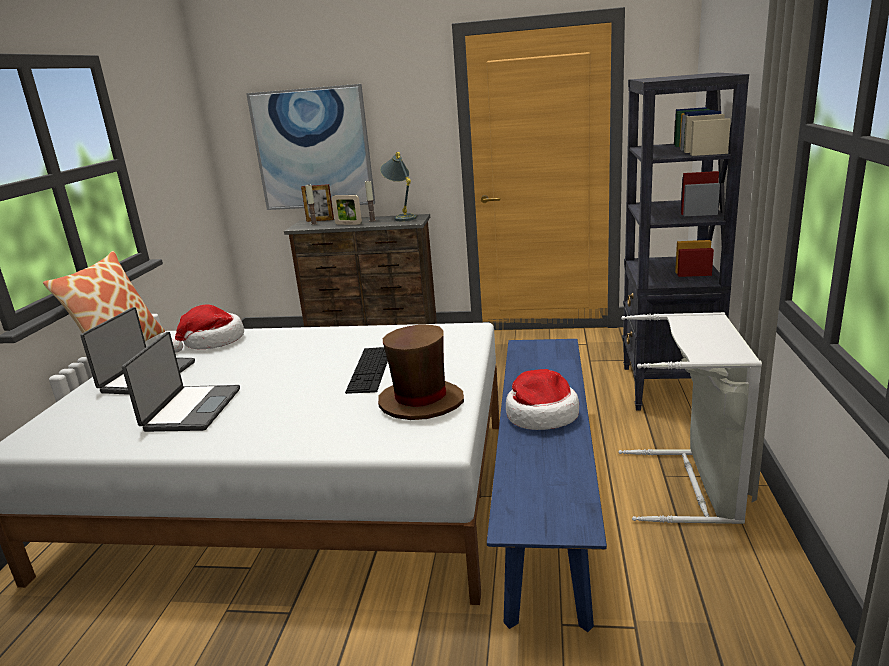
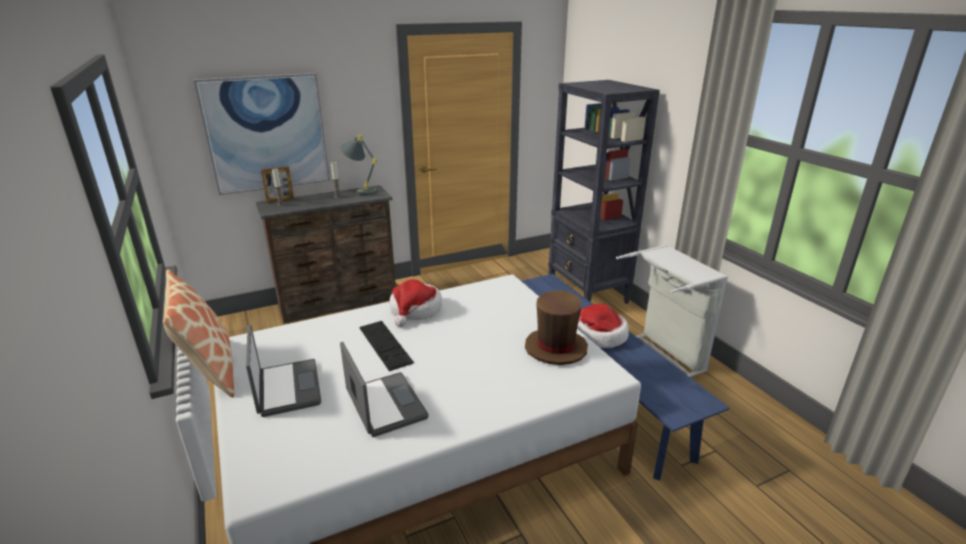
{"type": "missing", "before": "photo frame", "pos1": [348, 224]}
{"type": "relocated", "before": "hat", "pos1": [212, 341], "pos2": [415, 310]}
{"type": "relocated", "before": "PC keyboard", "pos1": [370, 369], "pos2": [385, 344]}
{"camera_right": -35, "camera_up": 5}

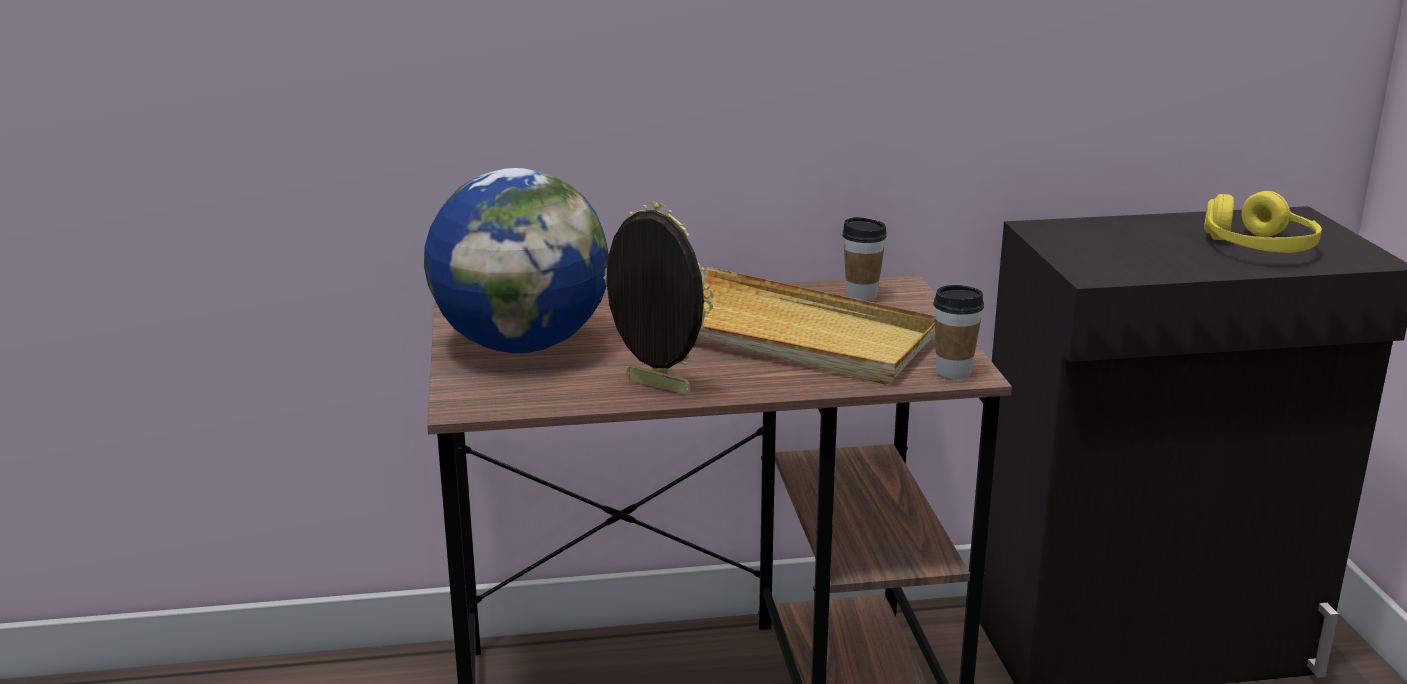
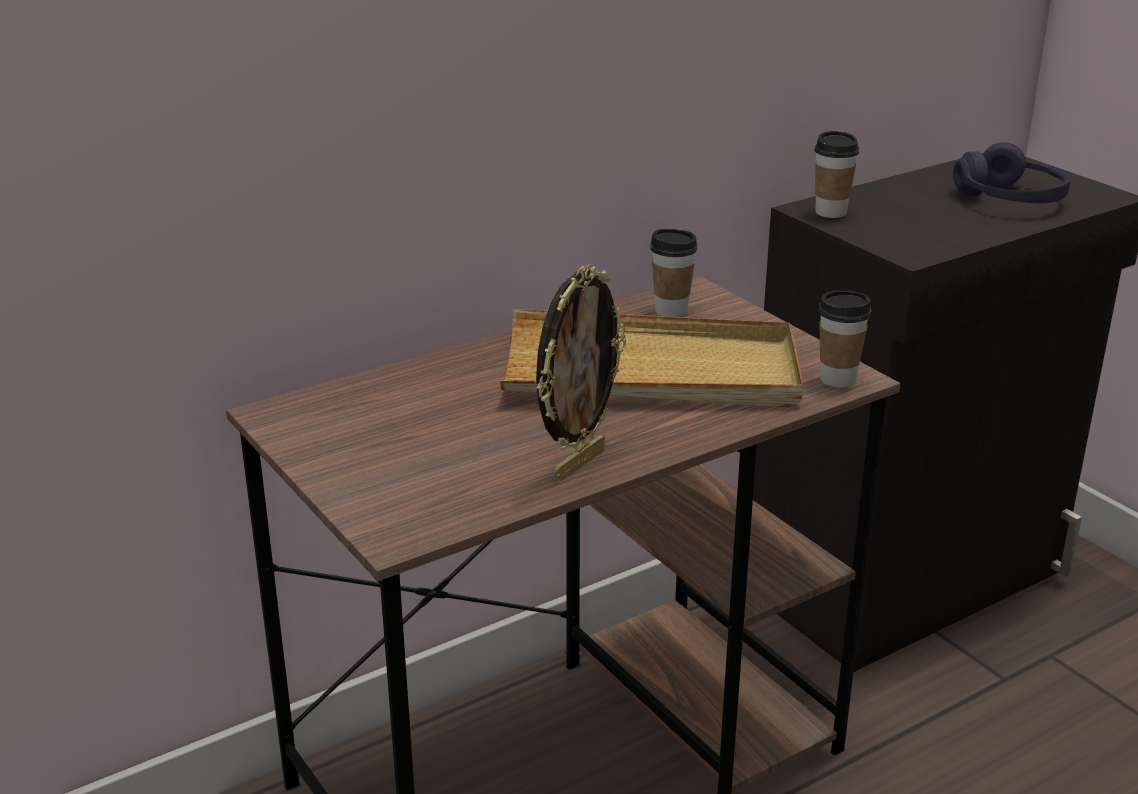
{"type": "missing", "before": "world globe", "pos1": [522, 345]}
{"type": "appeared", "after": "cup", "pos2": [831, 212]}
{"type": "colour", "before": "yellow pair of headphones", "after": "purplish pair of headphones", "pos1": [1258, 248], "pos2": [1010, 199]}
{"type": "spun", "before": "photo frame", "pos1": [656, 387], "pos2": [578, 463], "turn": 120}
{"camera_right": -25, "camera_up": 5}

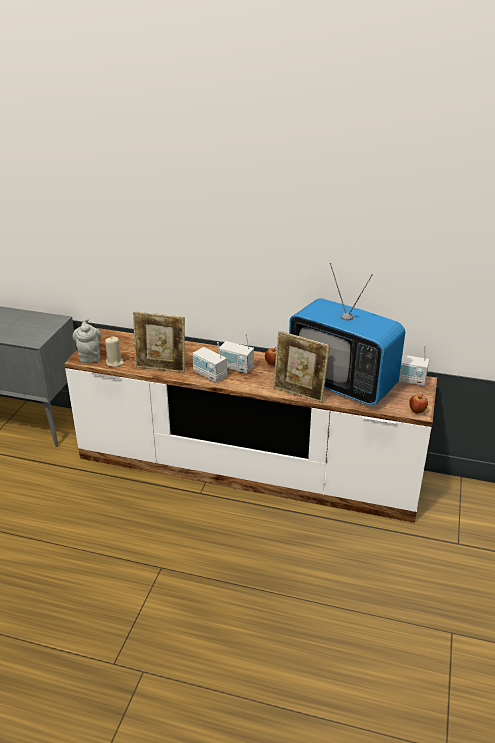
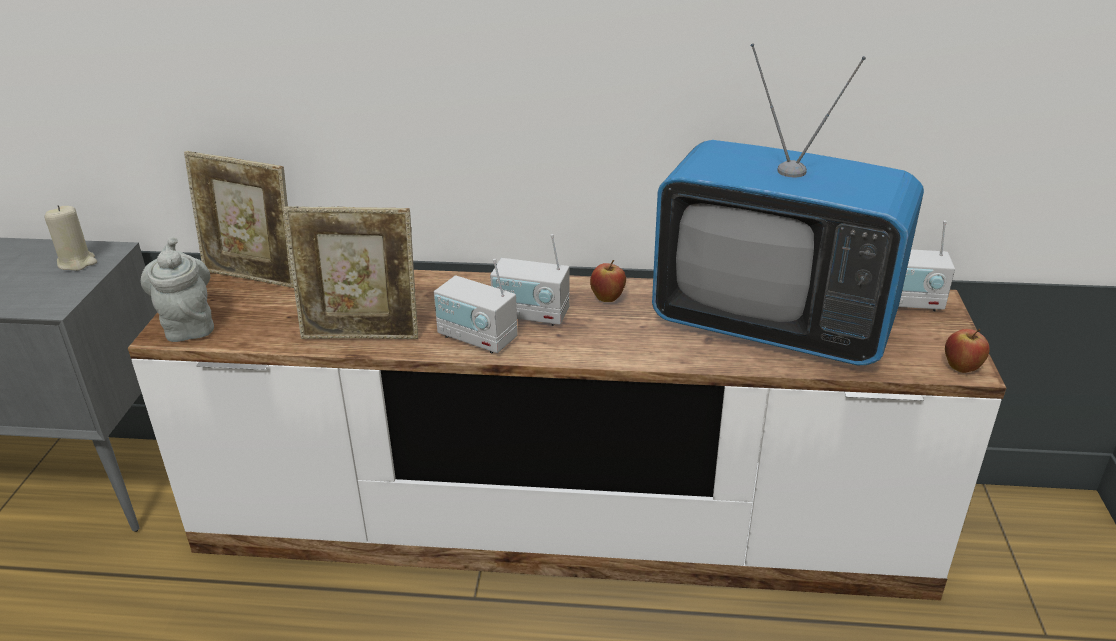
{"type": "relocated", "before": "beige candle", "pos1": [115, 362], "pos2": [77, 262]}
{"type": "relocated", "before": "photo frame", "pos1": [299, 394], "pos2": [253, 277]}
{"camera_right": -10, "camera_up": 0}

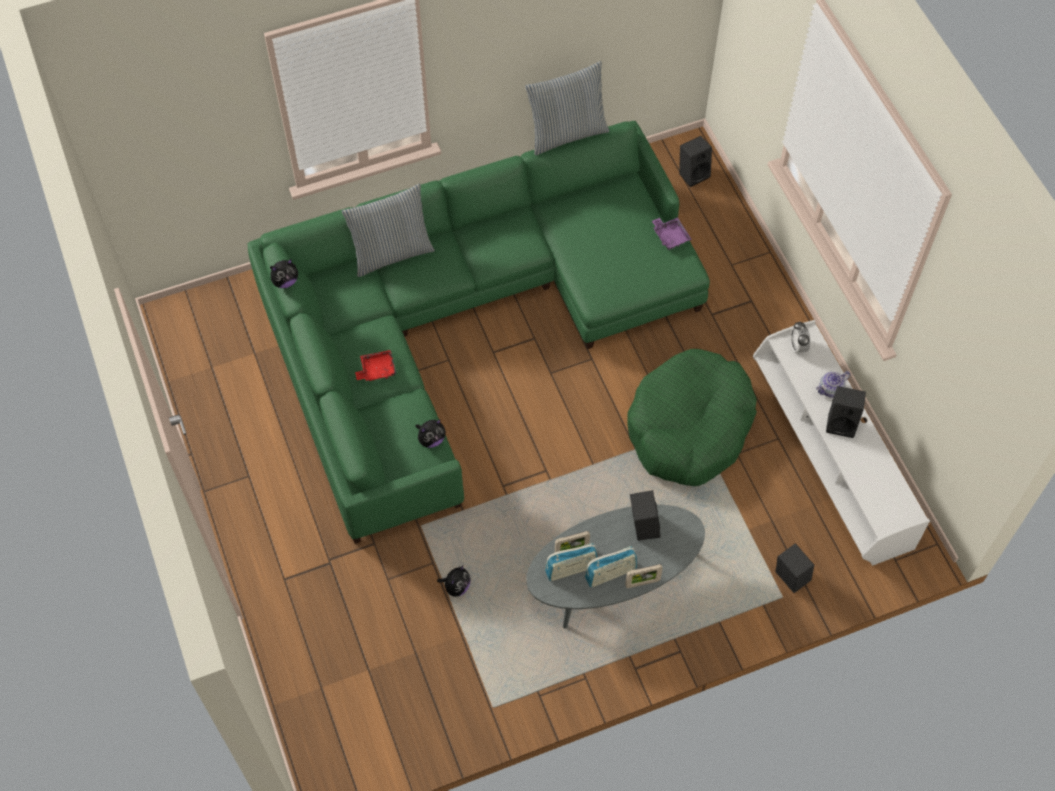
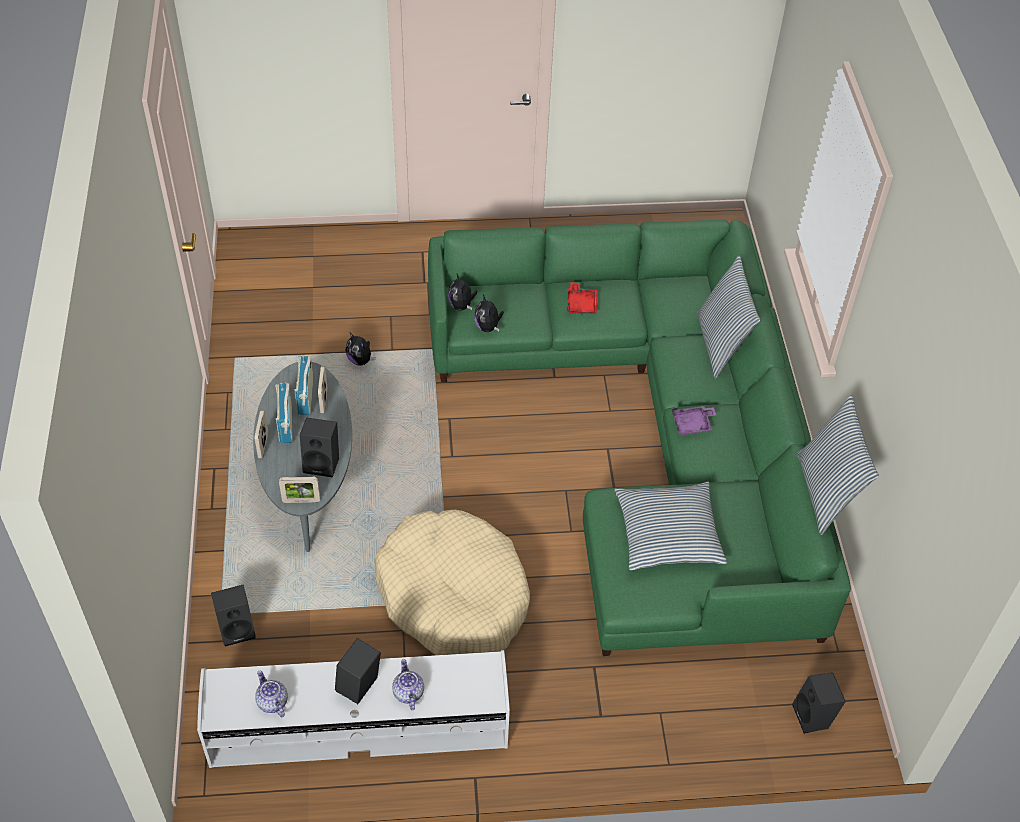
{"type": "missing", "before": "table clock", "pos1": [798, 346]}
{"type": "appeared", "after": "pot for tea", "pos2": [272, 702]}
{"type": "appeared", "after": "photo frame", "pos2": [301, 501]}
{"type": "appeared", "after": "throw pillow", "pos2": [668, 534]}
{"type": "relocated", "before": "plush toy", "pos1": [285, 281], "pos2": [461, 305]}
{"type": "relocated", "before": "purplish carrying tray", "pos1": [670, 236], "pos2": [692, 425]}
{"type": "colour", "before": "green dog bed", "after": "beige dog bed", "pos1": [689, 427], "pos2": [453, 595]}
{"camera_right": 105, "camera_up": -10}

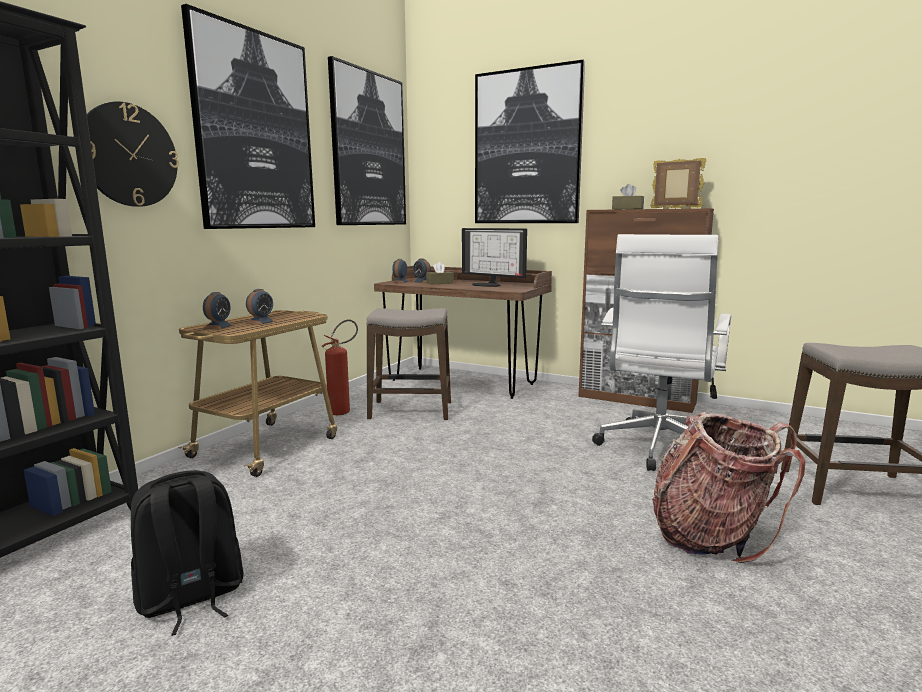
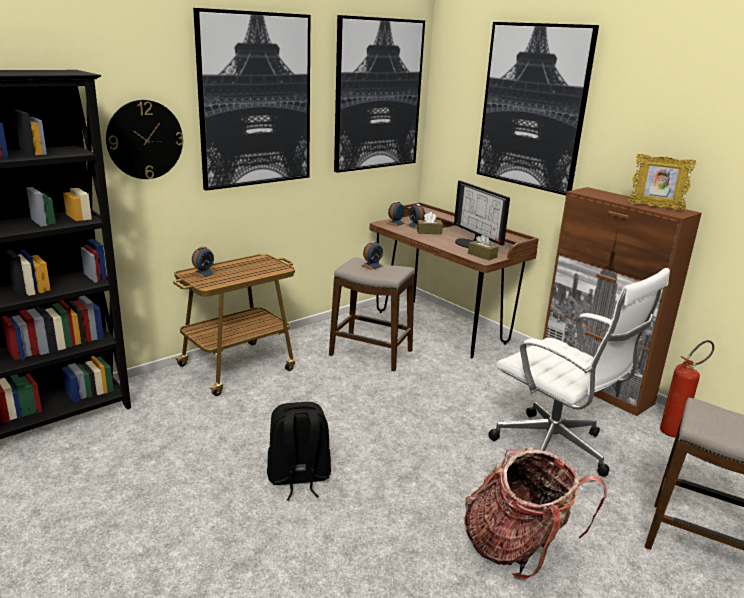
{"type": "relocated", "before": "black knapsack", "pos1": [191, 598], "pos2": [298, 478]}
{"type": "relocated", "before": "table clock", "pos1": [261, 322], "pos2": [372, 266]}
{"type": "relocated", "before": "extinguisher", "pos1": [344, 411], "pos2": [676, 430]}
{"type": "relocated", "before": "brown-coloured tissue box", "pos1": [627, 209], "pos2": [482, 255]}
{"type": "spun", "before": "white-coloured office chair", "pos1": [657, 449], "pos2": [556, 450], "turn": -90}
{"type": "spun", "before": "photo frame", "pos1": [675, 208], "pos2": [655, 207], "turn": 150}
{"camera_right": 20, "camera_up": 10}

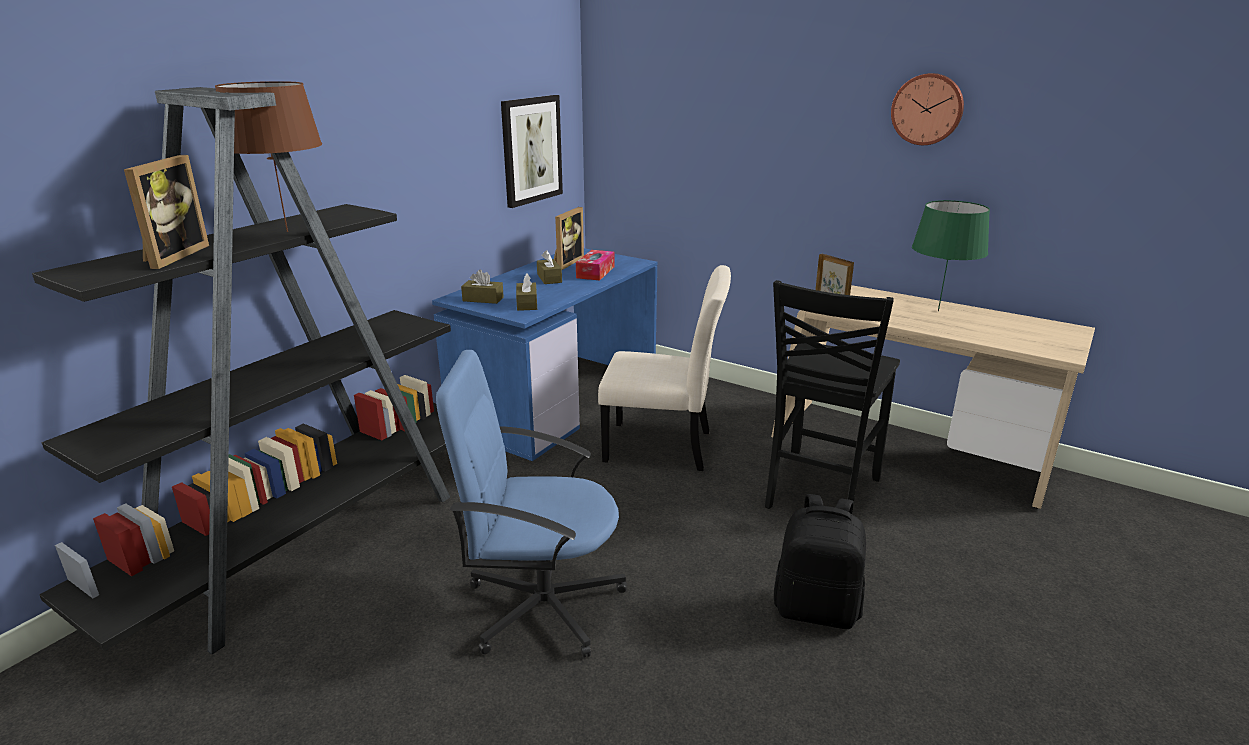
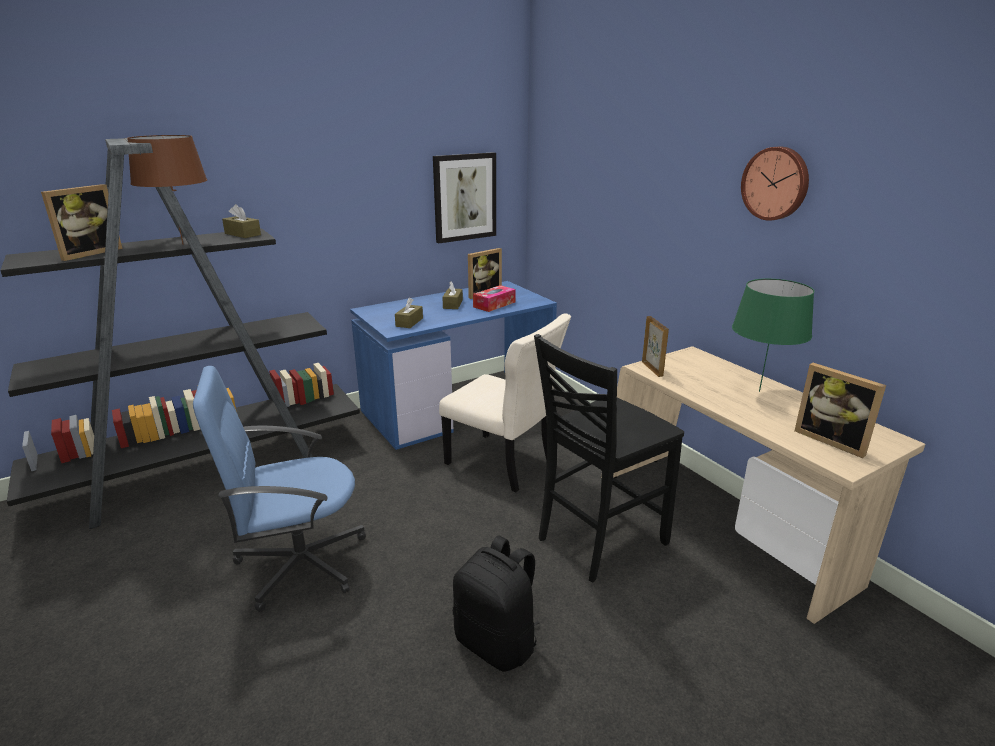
{"type": "appeared", "after": "photo frame", "pos2": [832, 440]}
{"type": "relocated", "before": "brown-coloured tissue box", "pos1": [483, 299], "pos2": [242, 234]}
{"type": "spun", "before": "blue office chair", "pos1": [542, 604], "pos2": [299, 563], "turn": -45}
{"camera_right": 25, "camera_up": 0}

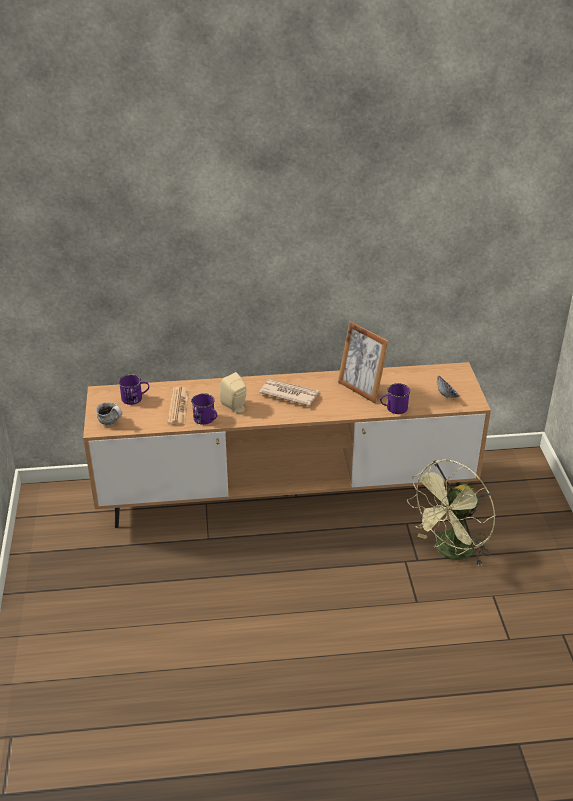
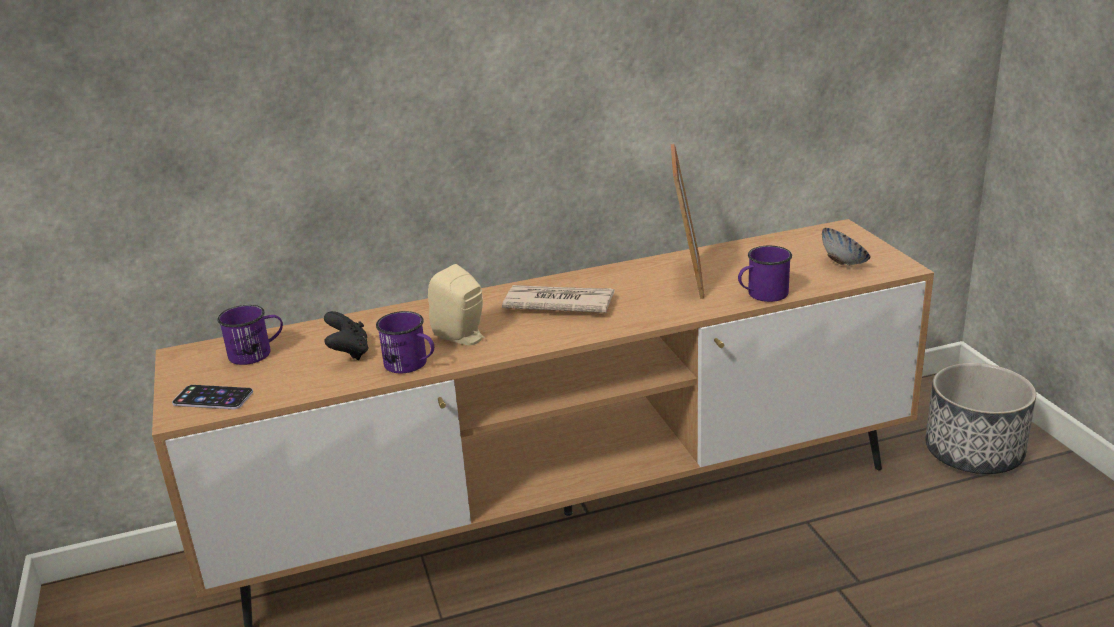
{"type": "missing", "before": "green electric fan", "pos1": [450, 551]}
{"type": "appeared", "after": "planter", "pos2": [974, 452]}
{"type": "exchanged", "before": "tea mug", "after": "phone", "pos1": [112, 422], "pos2": [213, 398]}
{"type": "exchanged", "before": "daily paper", "after": "black joypad", "pos1": [178, 406], "pos2": [349, 353]}
{"type": "spun", "before": "photo frame", "pos1": [361, 389], "pos2": [687, 278], "turn": -120}
{"camera_right": -10, "camera_up": -10}

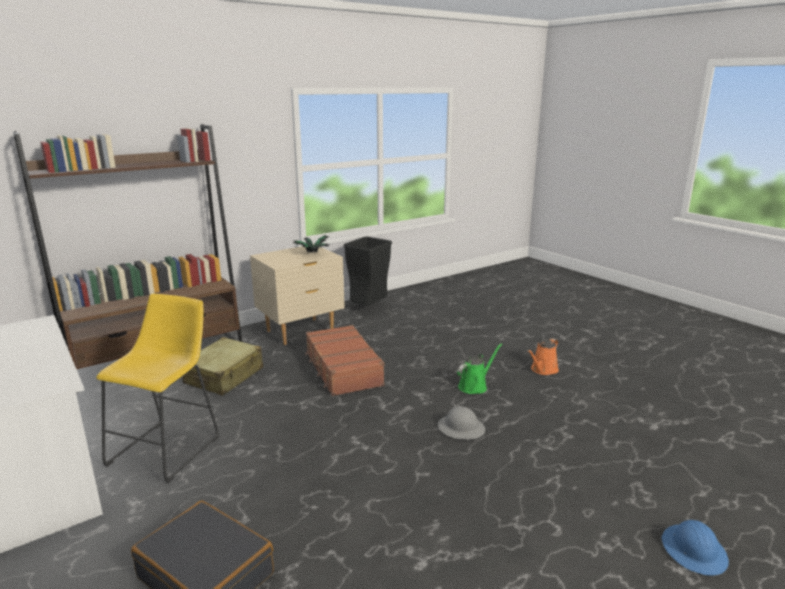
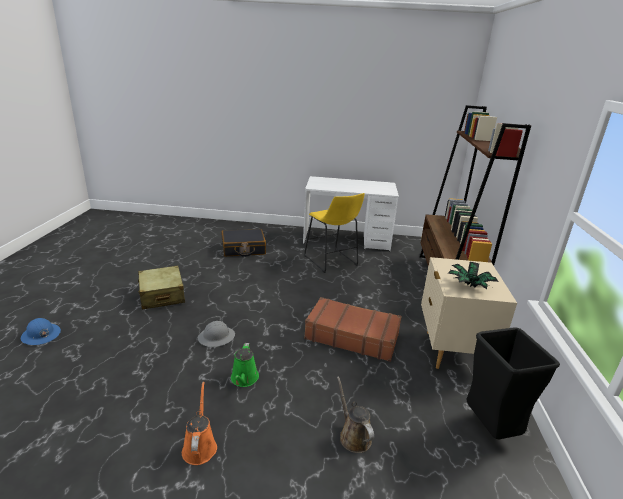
{"type": "appeared", "after": "brown-coloured sprinkling can", "pos2": [353, 436]}
{"type": "relocated", "before": "beige piece of luggage", "pos1": [224, 376], "pos2": [162, 295]}
{"camera_right": 130, "camera_up": 5}

